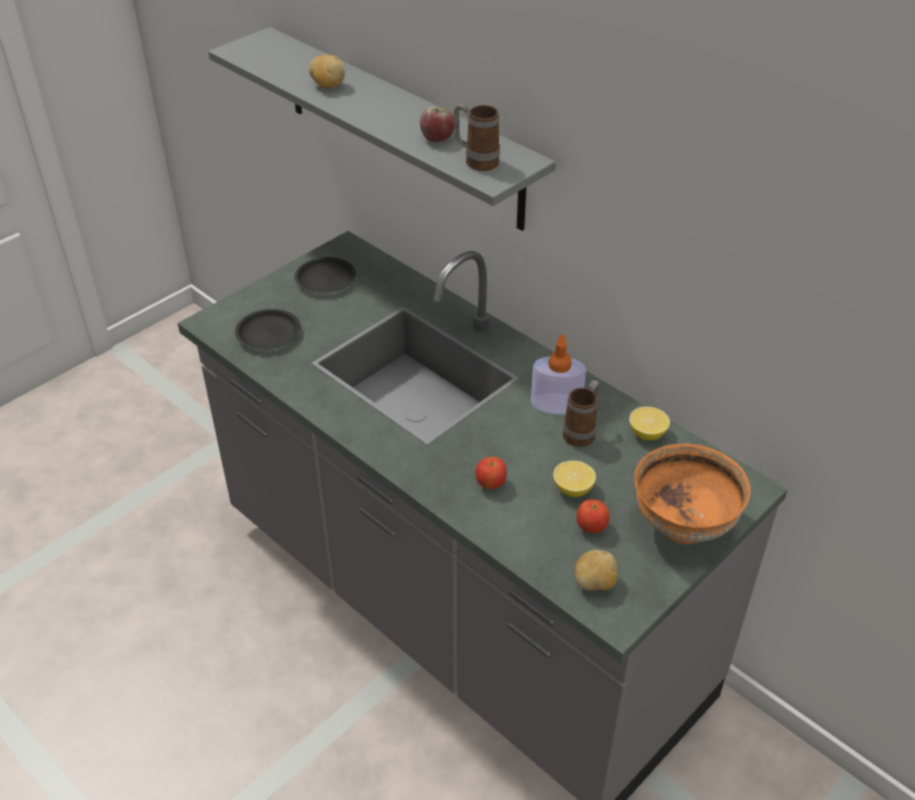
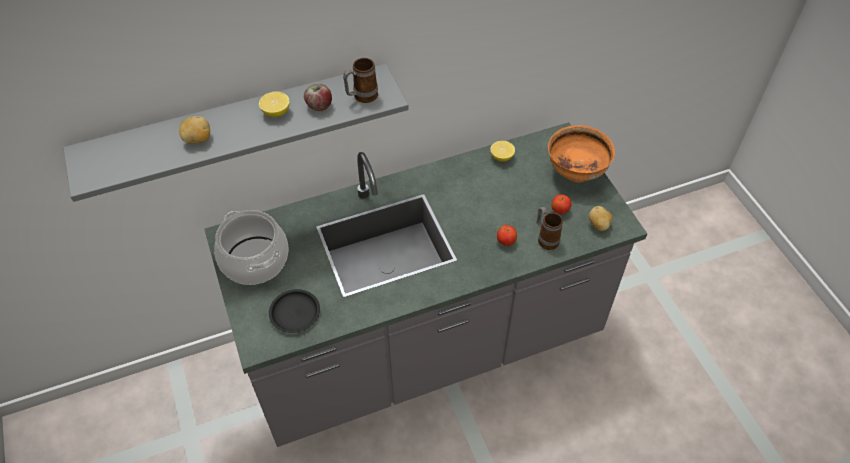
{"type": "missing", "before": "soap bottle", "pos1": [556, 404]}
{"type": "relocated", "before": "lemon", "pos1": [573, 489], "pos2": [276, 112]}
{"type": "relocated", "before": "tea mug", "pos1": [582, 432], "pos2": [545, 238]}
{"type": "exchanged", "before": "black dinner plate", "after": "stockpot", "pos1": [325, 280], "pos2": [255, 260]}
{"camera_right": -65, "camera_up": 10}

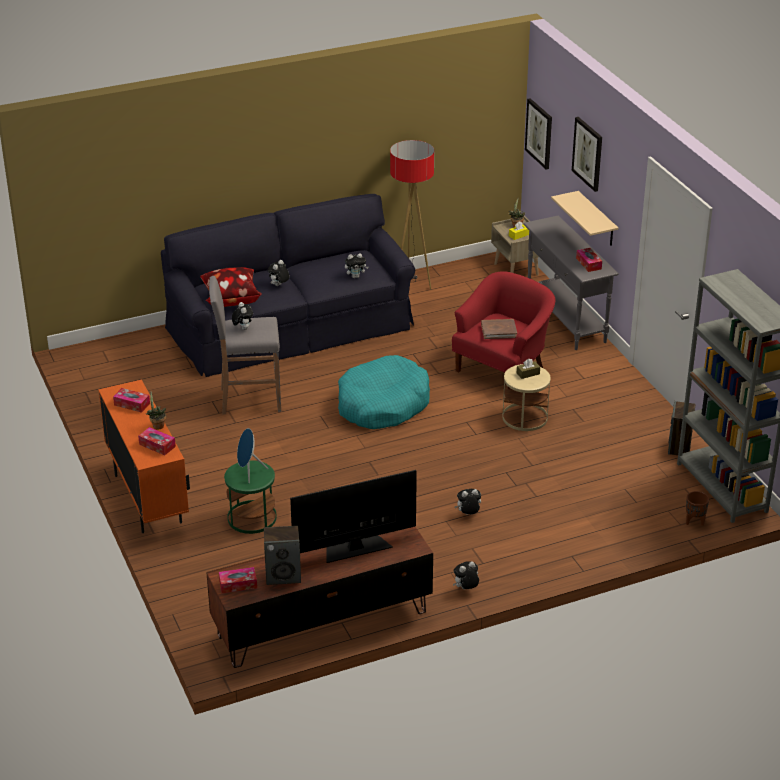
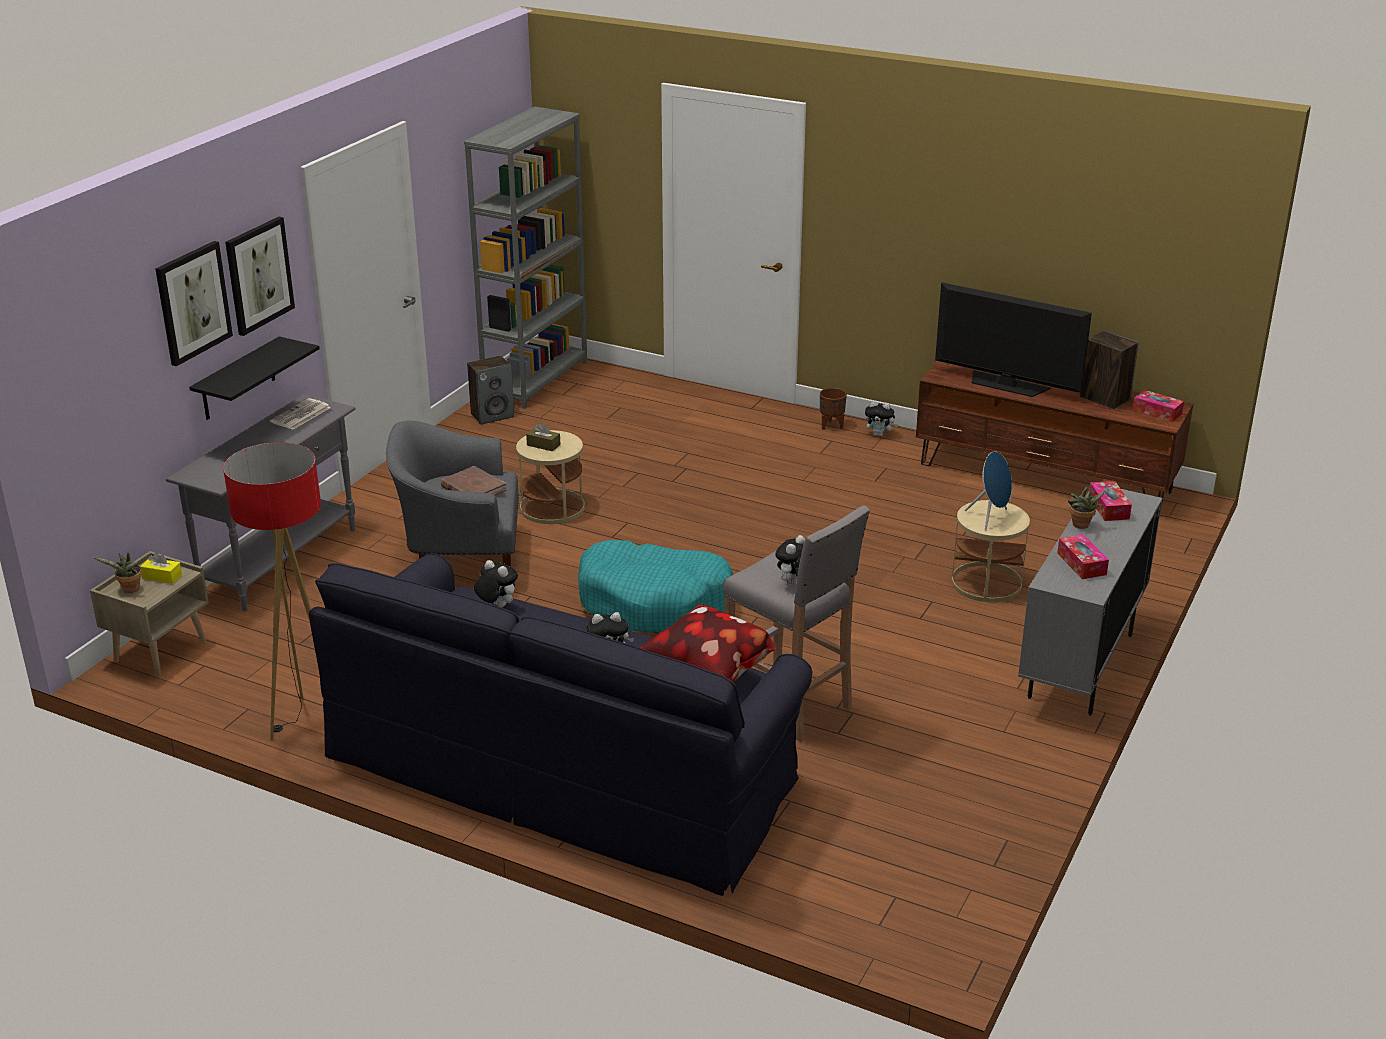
{"type": "missing", "before": "plush toy", "pos1": [468, 514]}
{"type": "relocated", "before": "wall art", "pos1": [539, 133], "pos2": [258, 275]}
{"type": "relocated", "before": "brown-coloured planter", "pos1": [695, 522], "pos2": [831, 426]}
{"type": "exchanged", "before": "tissue box", "after": "daily paper", "pos1": [588, 263], "pos2": [300, 415]}
{"type": "colour", "before": "orangey storage cabinet", "after": "gray storage cabinet", "pos1": [147, 499], "pos2": [1081, 666]}
{"type": "colour", "before": "green end table", "after": "beige end table", "pos1": [251, 517], "pos2": [987, 583]}
{"type": "colour", "before": "red lounge chair", "after": "gray lounge chair", "pos1": [503, 368], "pos2": [460, 559]}
{"type": "colour", "before": "beige shelf", "after": "black shelf", "pos1": [597, 220], "pos2": [238, 379]}
{"camera_right": -130, "camera_up": -5}

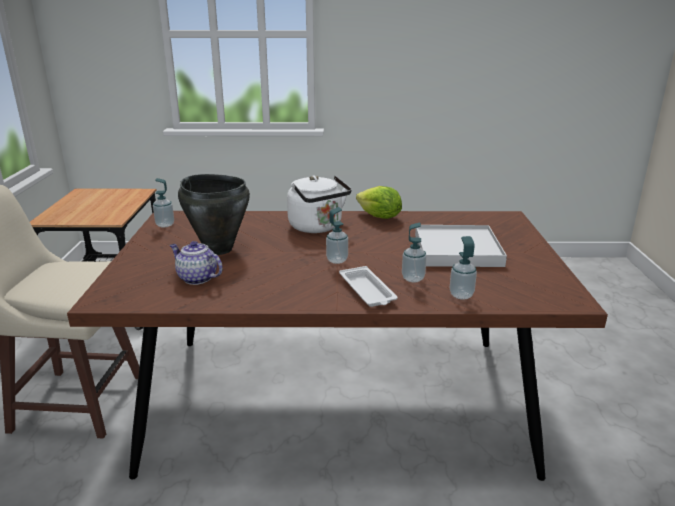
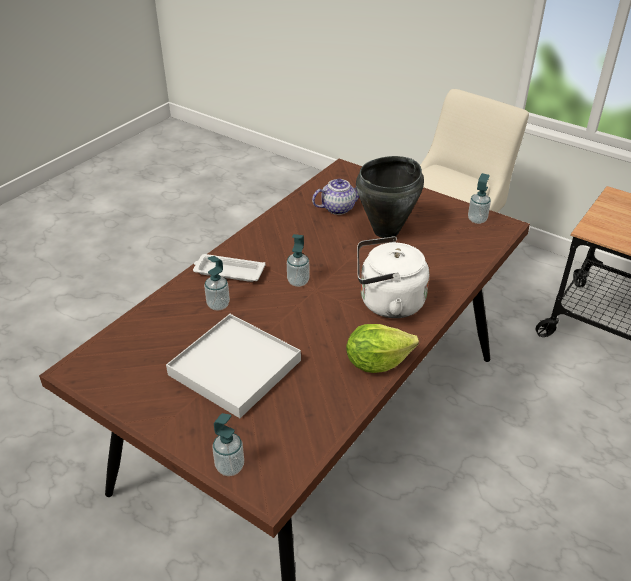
{"type": "relocated", "before": "soap bottle", "pos1": [461, 295], "pos2": [230, 466]}
{"camera_right": 125, "camera_up": 15}

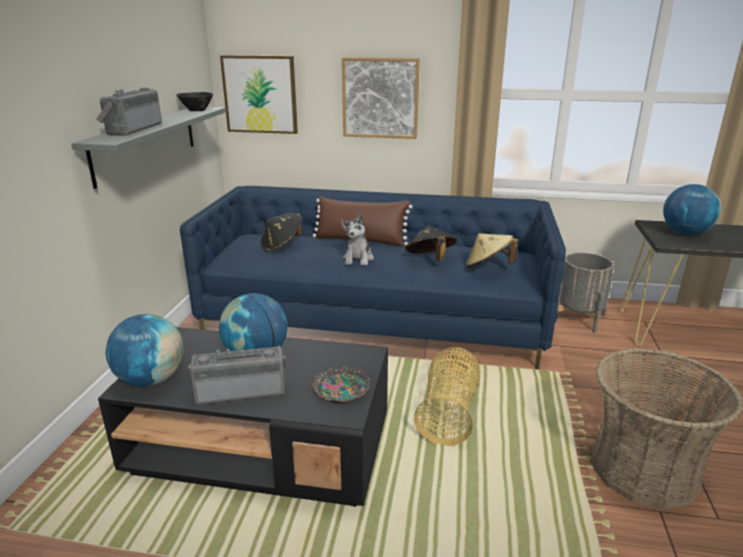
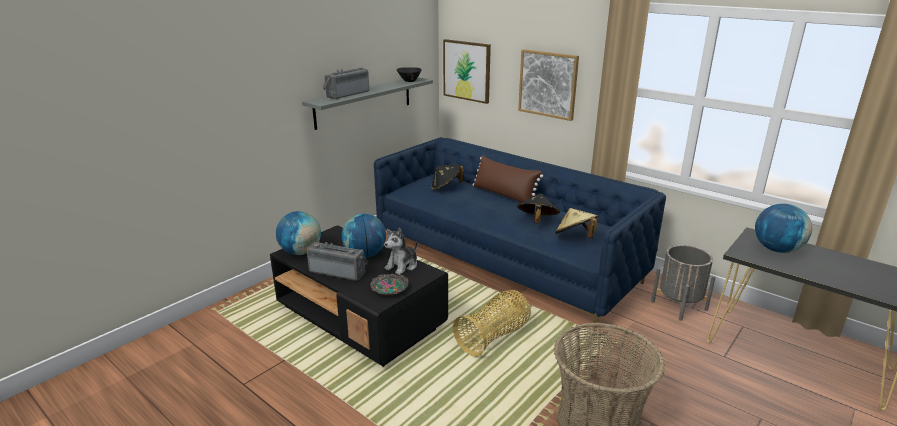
{"type": "relocated", "before": "plush toy", "pos1": [358, 259], "pos2": [402, 266]}
{"camera_right": 30, "camera_up": 0}

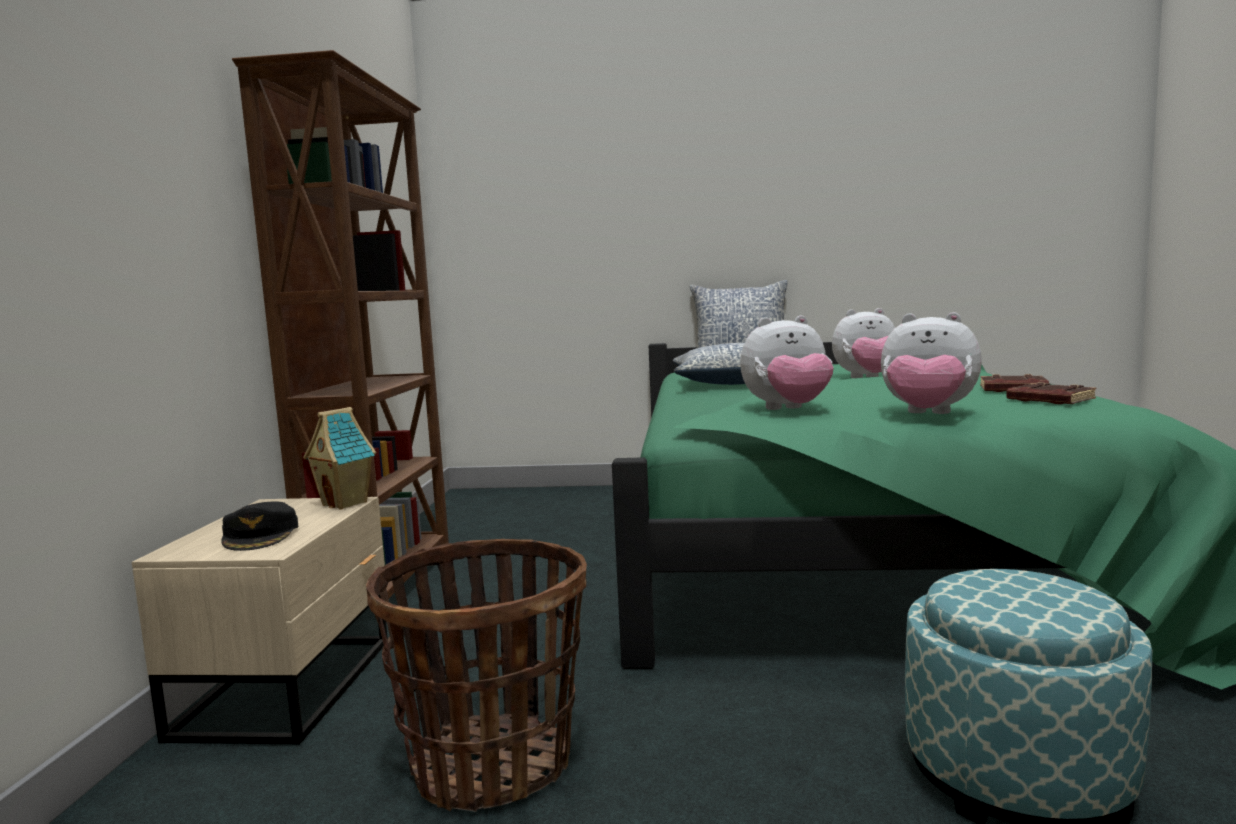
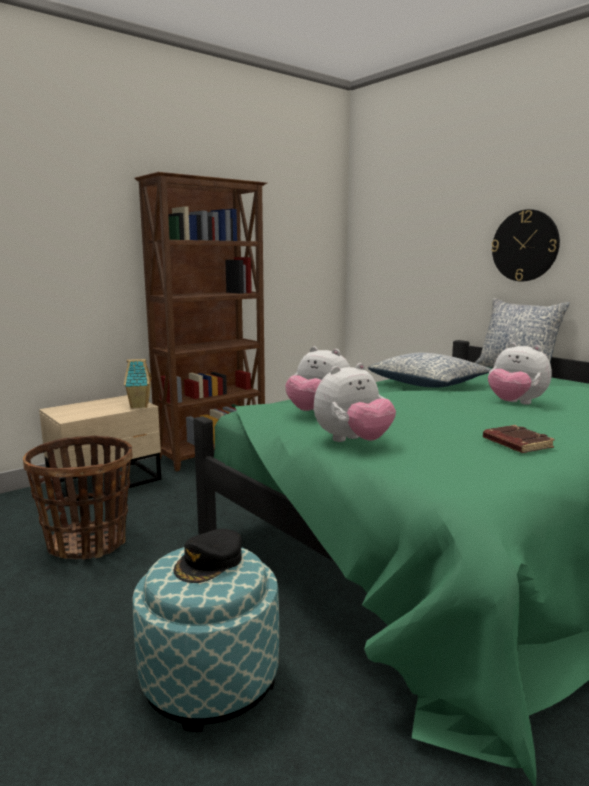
{"type": "missing", "before": "brown-coloured book", "pos1": [1048, 400]}
{"type": "appeared", "after": "clock on the wall", "pos2": [525, 245]}
{"type": "relocated", "before": "black peaked cap", "pos1": [261, 535], "pos2": [210, 562]}
{"type": "spun", "before": "plush toy", "pos1": [927, 414], "pos2": [352, 441], "turn": -105}
{"camera_right": 45, "camera_up": 5}

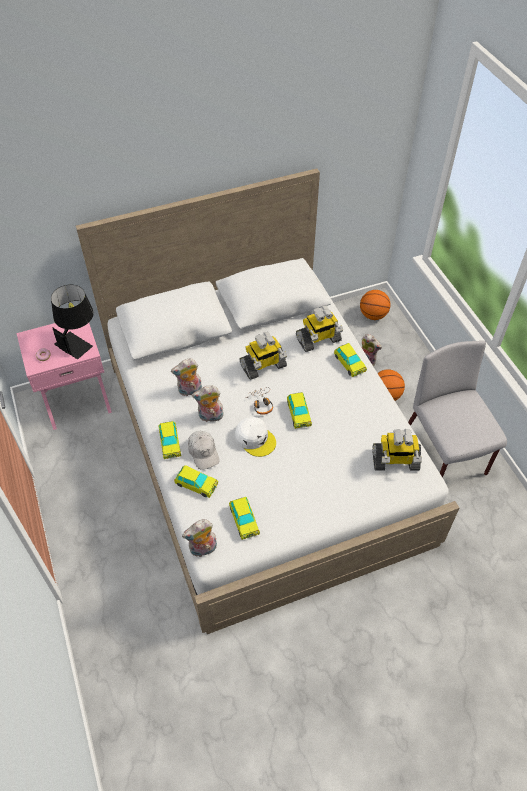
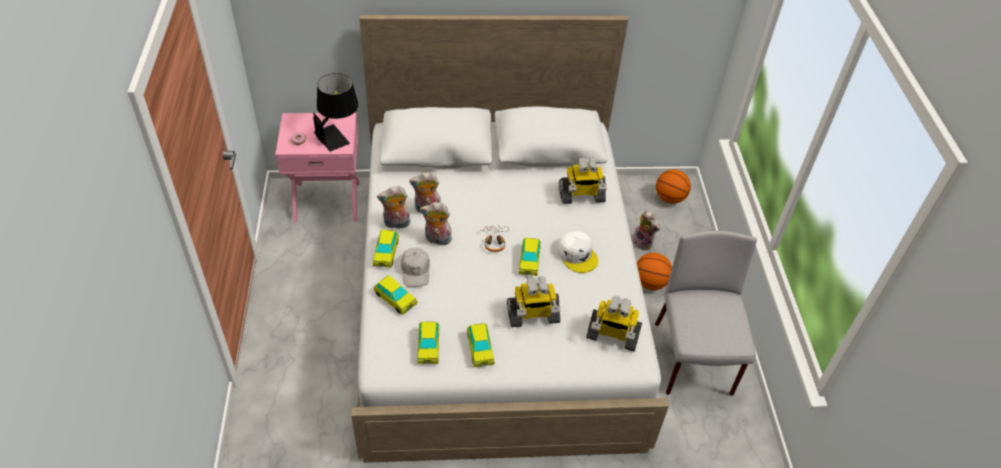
{"type": "relocated", "before": "plush toy", "pos1": [203, 549], "pos2": [396, 224]}
{"type": "relocated", "before": "white-coloured peaked cap", "pos1": [255, 439], "pos2": [577, 255]}
{"type": "relocated", "before": "robot figure", "pos1": [263, 366], "pos2": [532, 315]}
{"type": "relocated", "before": "model car", "pos1": [349, 364], "pos2": [480, 349]}
{"camera_right": 15, "camera_up": -5}

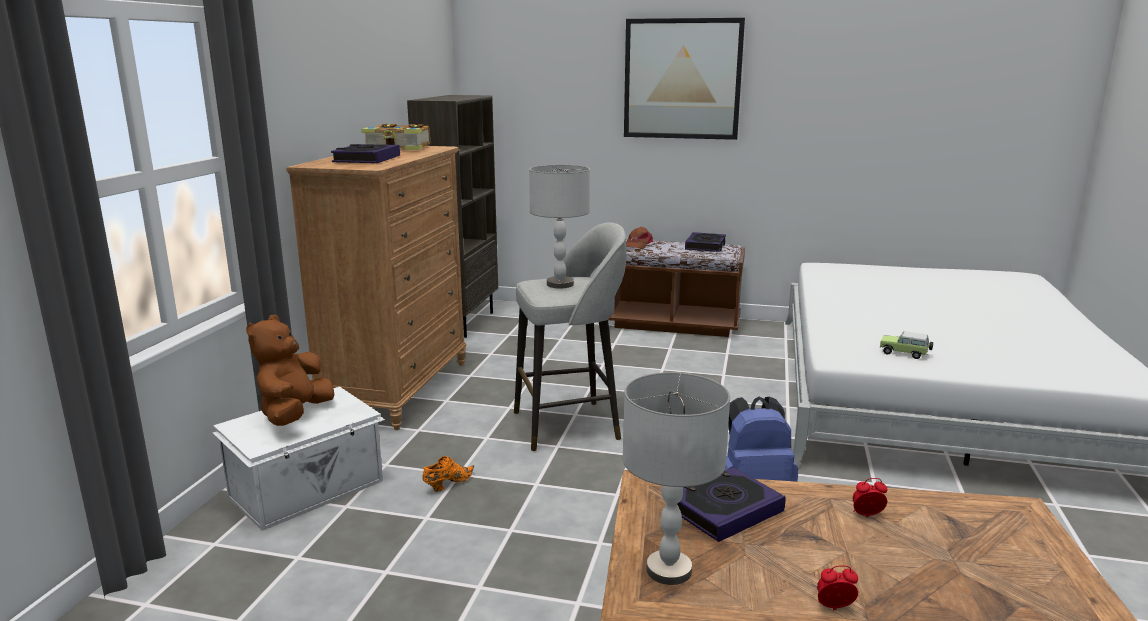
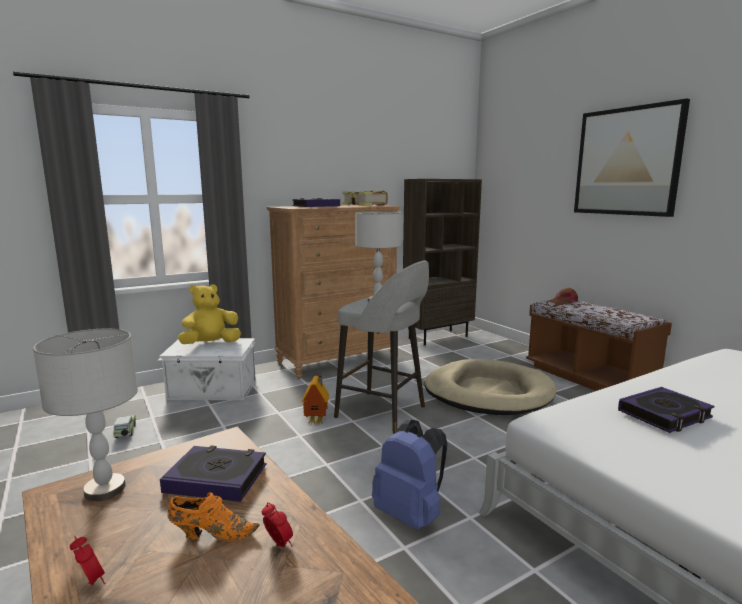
{"type": "appeared", "after": "toy house", "pos2": [317, 421]}
{"type": "appeared", "after": "beige dog bed", "pos2": [488, 392]}
{"type": "relocated", "before": "orangey low shoe", "pos1": [447, 484], "pos2": [211, 534]}
{"type": "relocated", "before": "book", "pos1": [705, 246], "pos2": [664, 415]}
{"type": "relocated", "before": "model car", "pos1": [905, 354], "pos2": [125, 432]}
{"type": "colour", "before": "brown-coloured plush toy", "after": "yellow plush toy", "pos1": [295, 415], "pos2": [210, 344]}
{"camera_right": 45, "camera_up": -5}

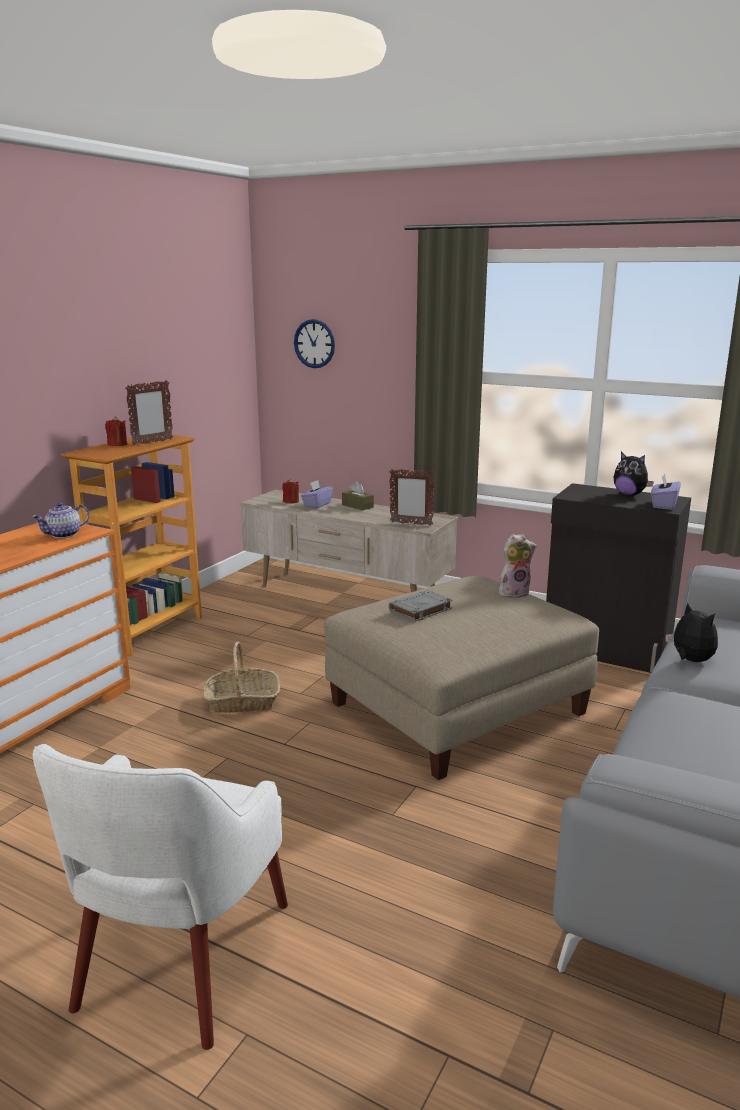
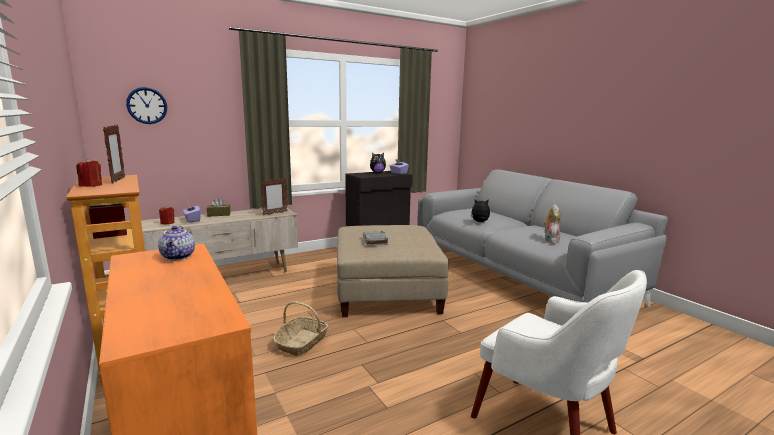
{"type": "relocated", "before": "plush toy", "pos1": [514, 592], "pos2": [550, 240]}
{"camera_right": -60, "camera_up": -5}

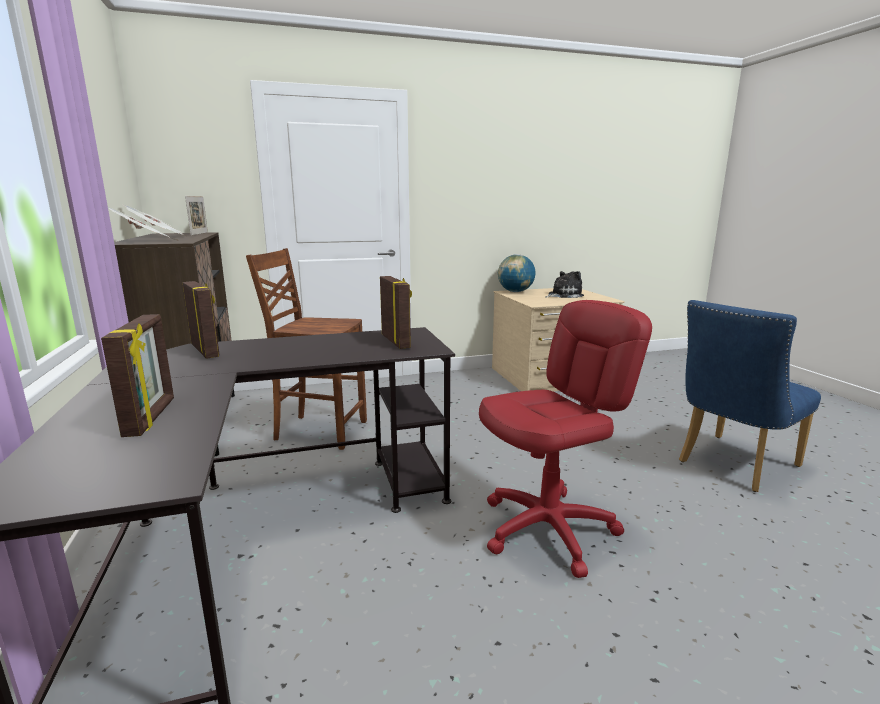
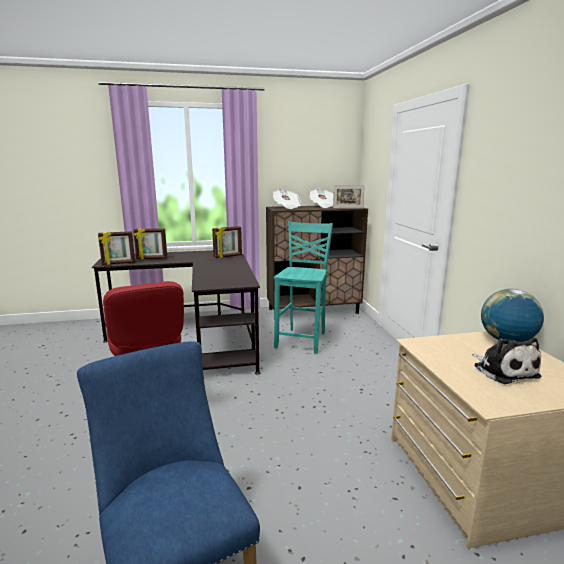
{"type": "relocated", "before": "photo frame", "pos1": [396, 341], "pos2": [118, 263]}
{"type": "colour", "before": "brown-coloured upright chair", "after": "blue-green upright chair", "pos1": [319, 431], "pos2": [302, 340]}
{"camera_right": 95, "camera_up": 0}

